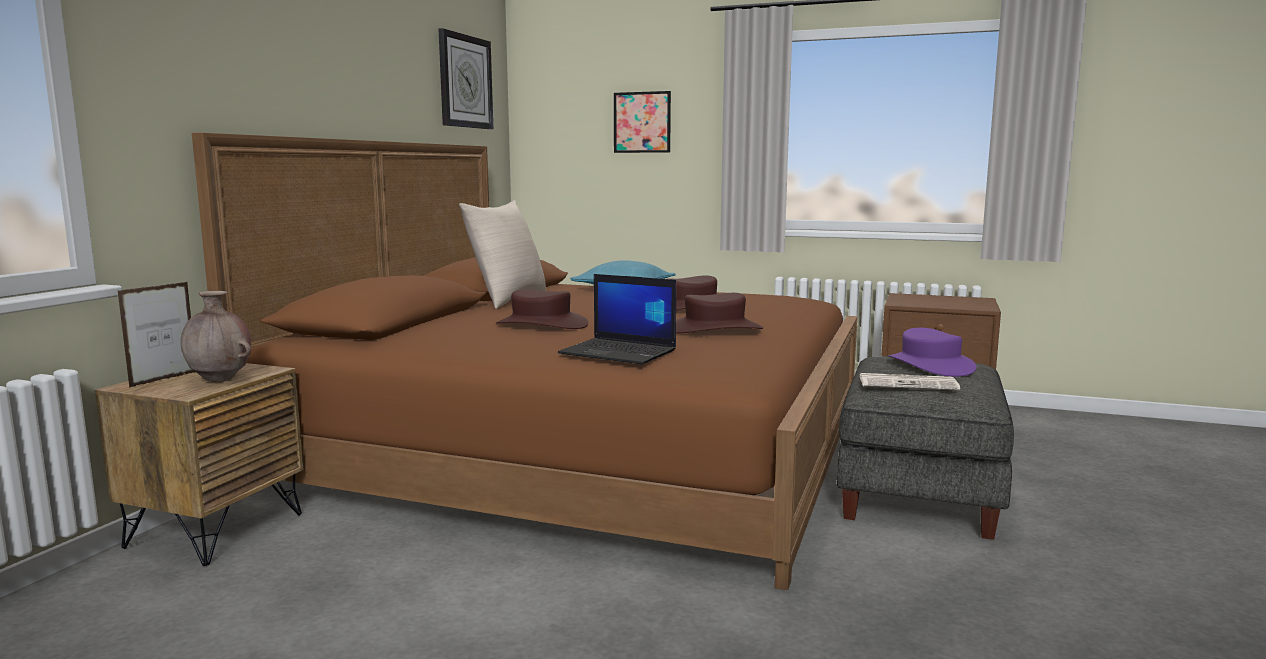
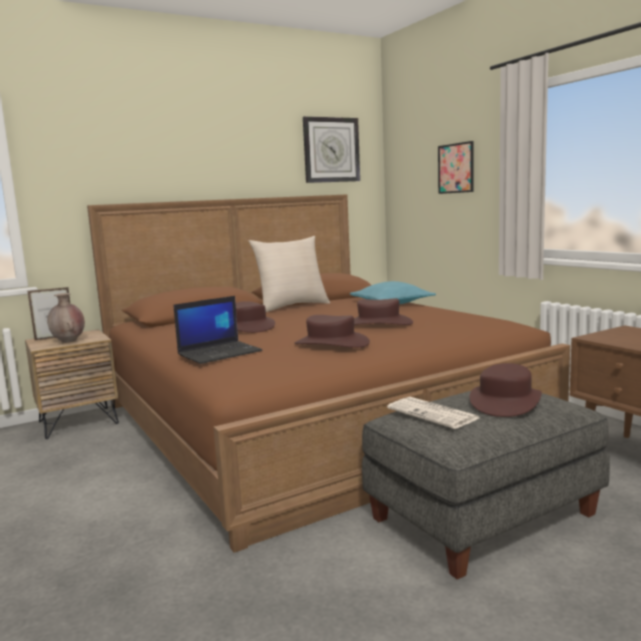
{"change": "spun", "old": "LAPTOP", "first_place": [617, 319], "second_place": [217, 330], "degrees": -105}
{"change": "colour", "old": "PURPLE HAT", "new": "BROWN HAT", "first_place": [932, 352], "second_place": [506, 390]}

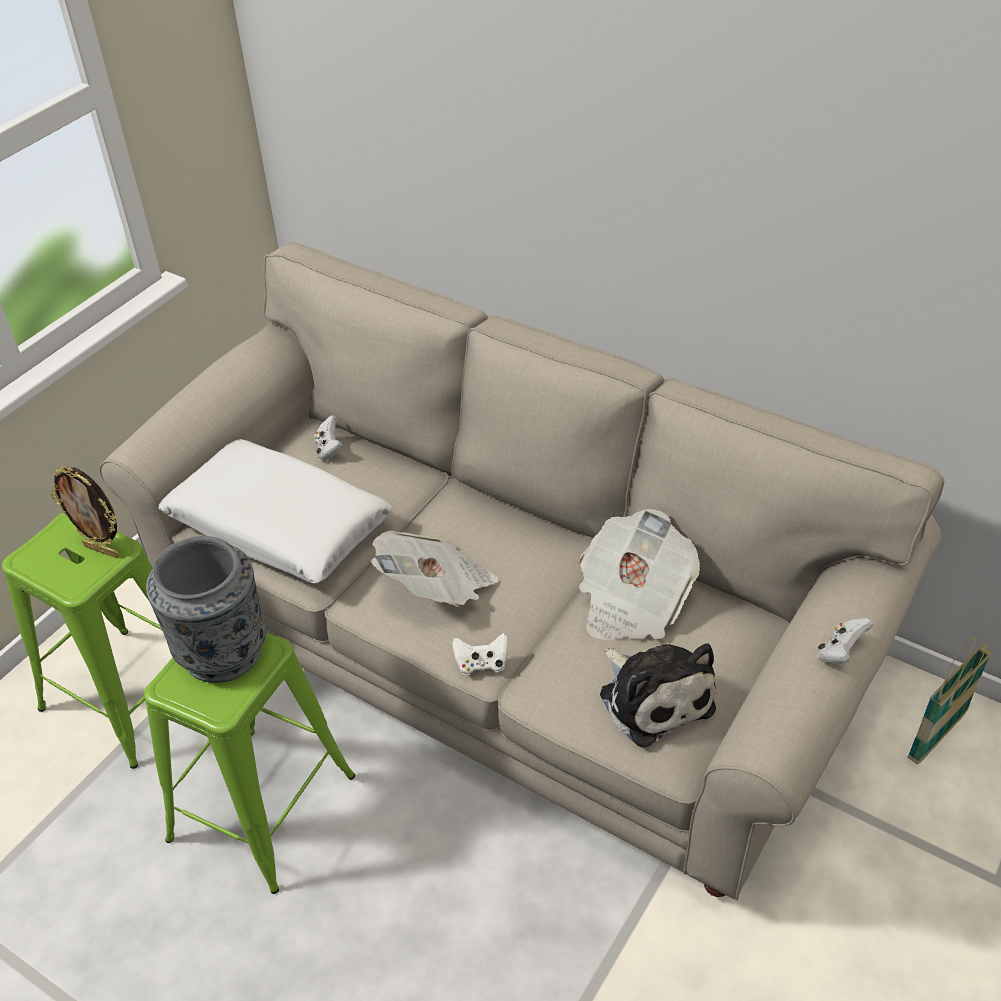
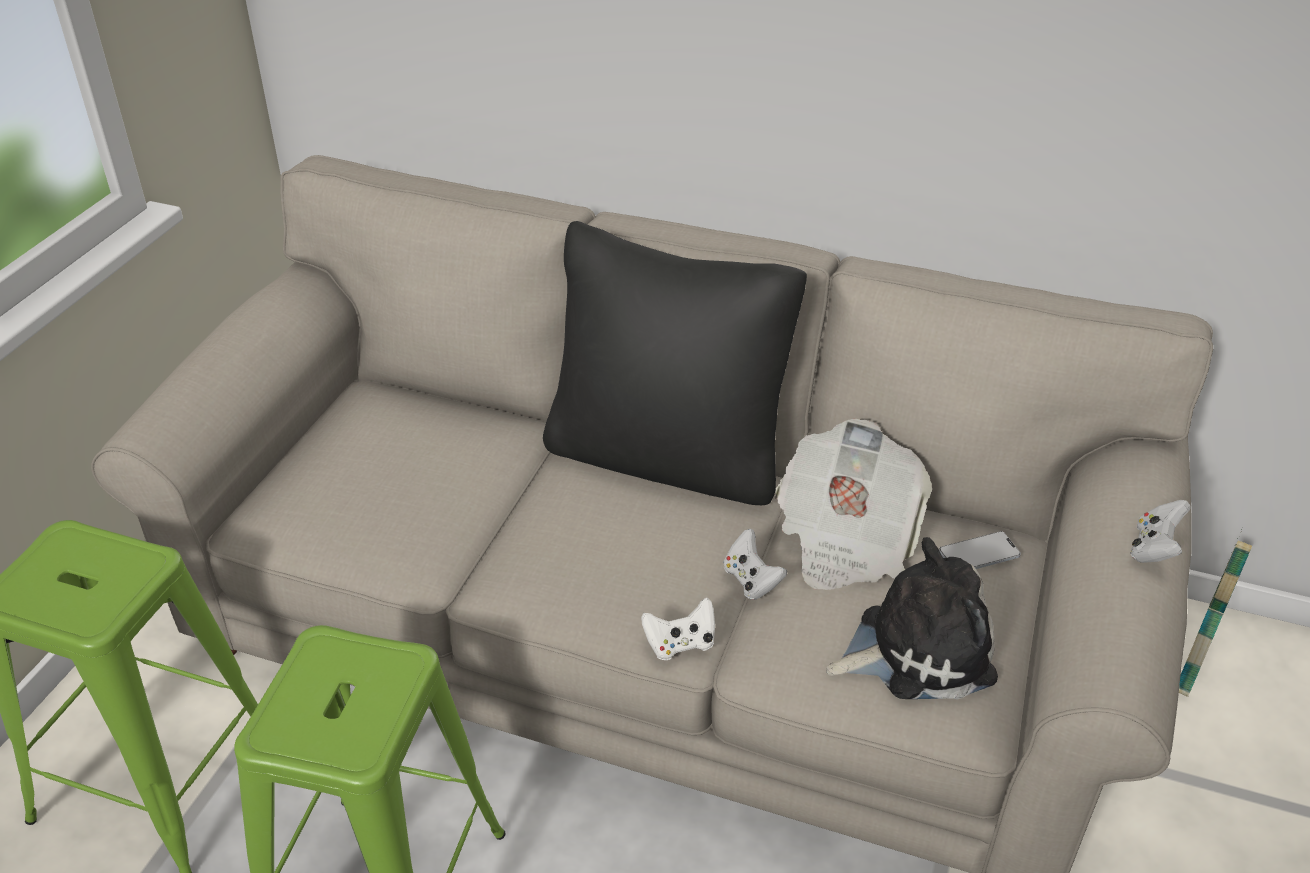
{"change": "relocated", "old": "WHITE GAME CONTROLLER", "first_place": [328, 438], "second_place": [755, 564]}
{"change": "missing", "old": "WHITE PILLOW", "first_place": [276, 511]}
{"change": "missing", "old": "PICTURE FRAME", "first_place": [85, 512]}
{"change": "missing", "old": "NEWSPAPER", "first_place": [435, 568]}
{"change": "missing", "old": "GREY VASE", "first_place": [206, 609]}
{"change": "spun", "old": "PLUSH TOY", "first_place": [658, 695], "second_place": [912, 618], "degrees": -60}
{"change": "appeared", "new": "BLACK PILLOW", "second_place": [675, 363]}
{"change": "appeared", "new": "PHONE", "second_place": [980, 550]}

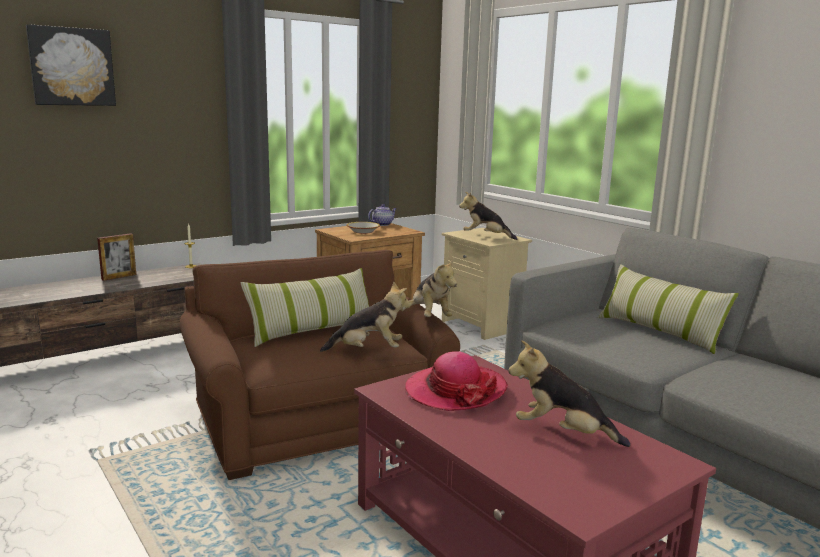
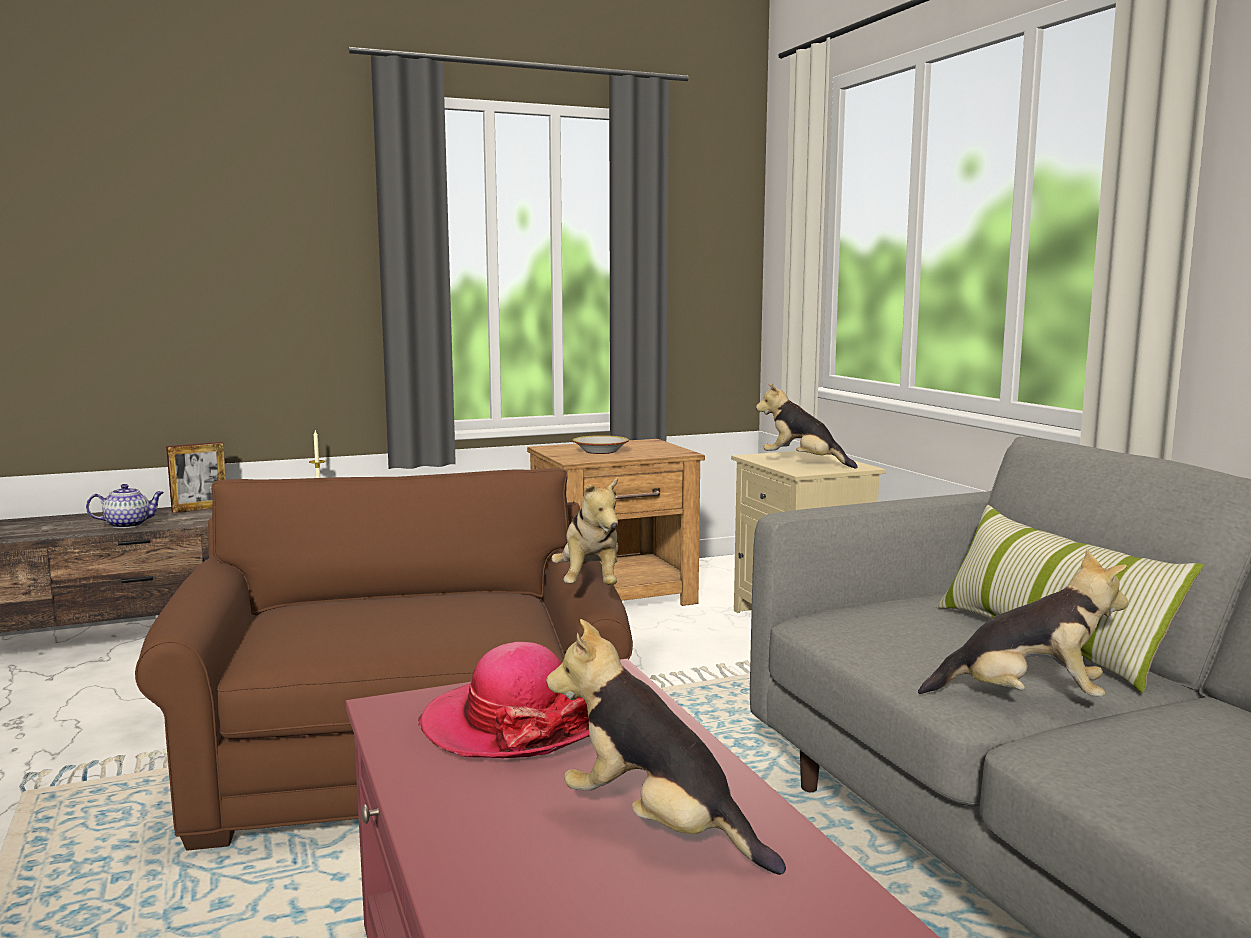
{"change": "missing", "old": "PICTURE", "first_place": [71, 65]}
{"change": "relocated", "old": "TEAPOT", "first_place": [382, 215], "second_place": [125, 506]}
{"change": "missing", "old": "PILLOW", "first_place": [305, 307]}
{"change": "relocated", "old": "PLUSH TOY", "first_place": [365, 316], "second_place": [1023, 623]}

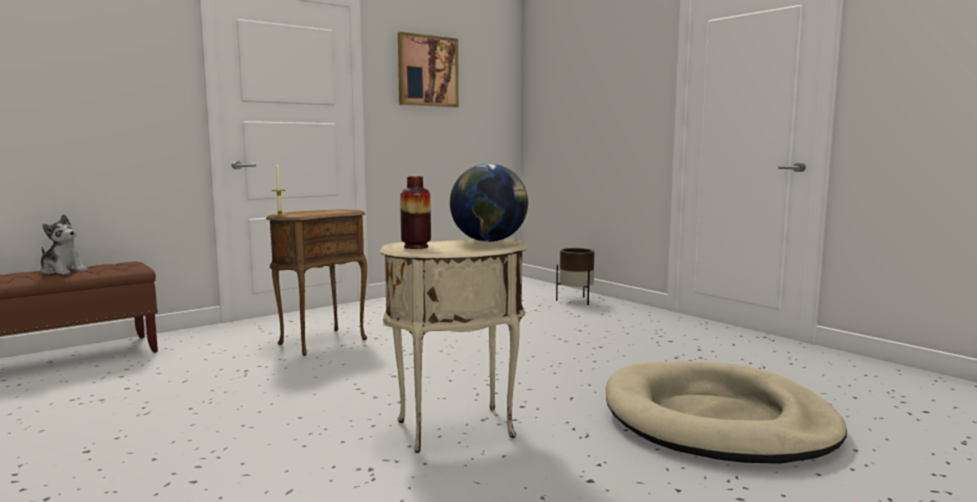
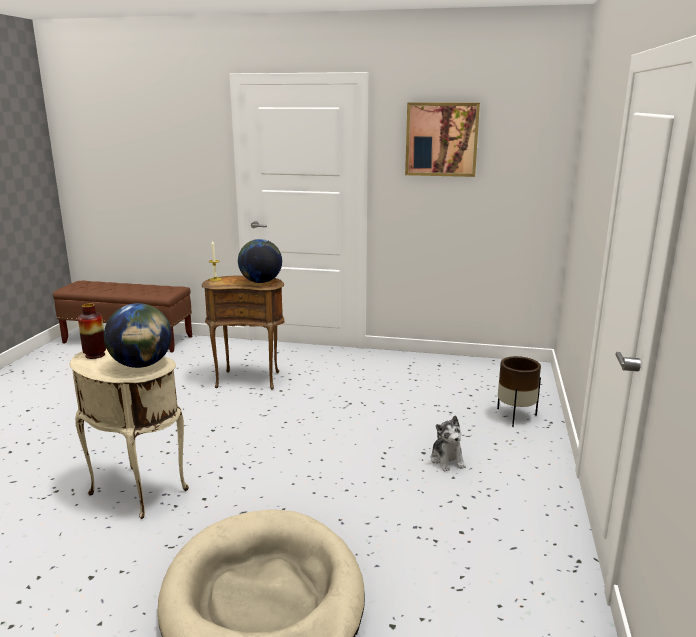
{"change": "relocated", "old": "PLUSH TOY", "first_place": [64, 244], "second_place": [448, 444]}
{"change": "appeared", "new": "GLOBE", "second_place": [260, 261]}

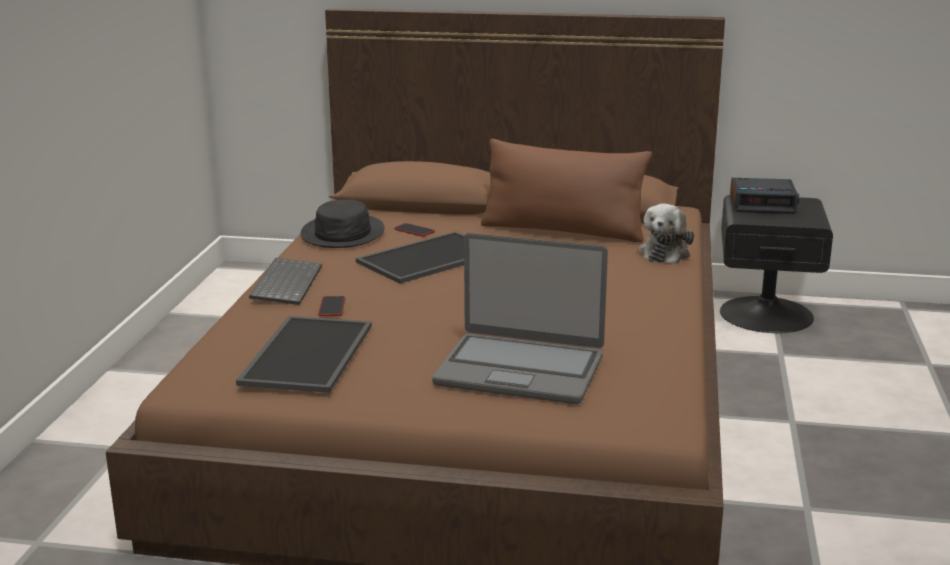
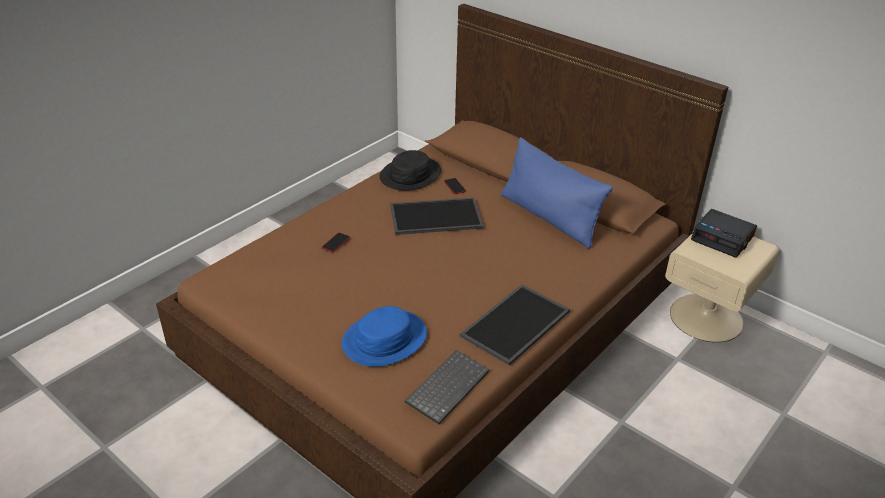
{"change": "colour", "old": "BROWN PILLOW", "new": "BLUE PILLOW", "first_place": [566, 190], "second_place": [557, 193]}
{"change": "colour", "old": "BLACK NIGHTSTAND", "new": "BEIGE NIGHTSTAND", "first_place": [776, 263], "second_place": [722, 287]}
{"change": "missing", "old": "PLUSH TOY", "first_place": [666, 234]}
{"change": "exchanged", "old": "LAPTOP", "new": "BLUE HAT", "first_place": [520, 318], "second_place": [384, 336]}
{"change": "relocated", "old": "KEYBOARD", "first_place": [285, 281], "second_place": [447, 387]}
{"change": "relocated", "old": "TRAY", "first_place": [304, 354], "second_place": [515, 325]}

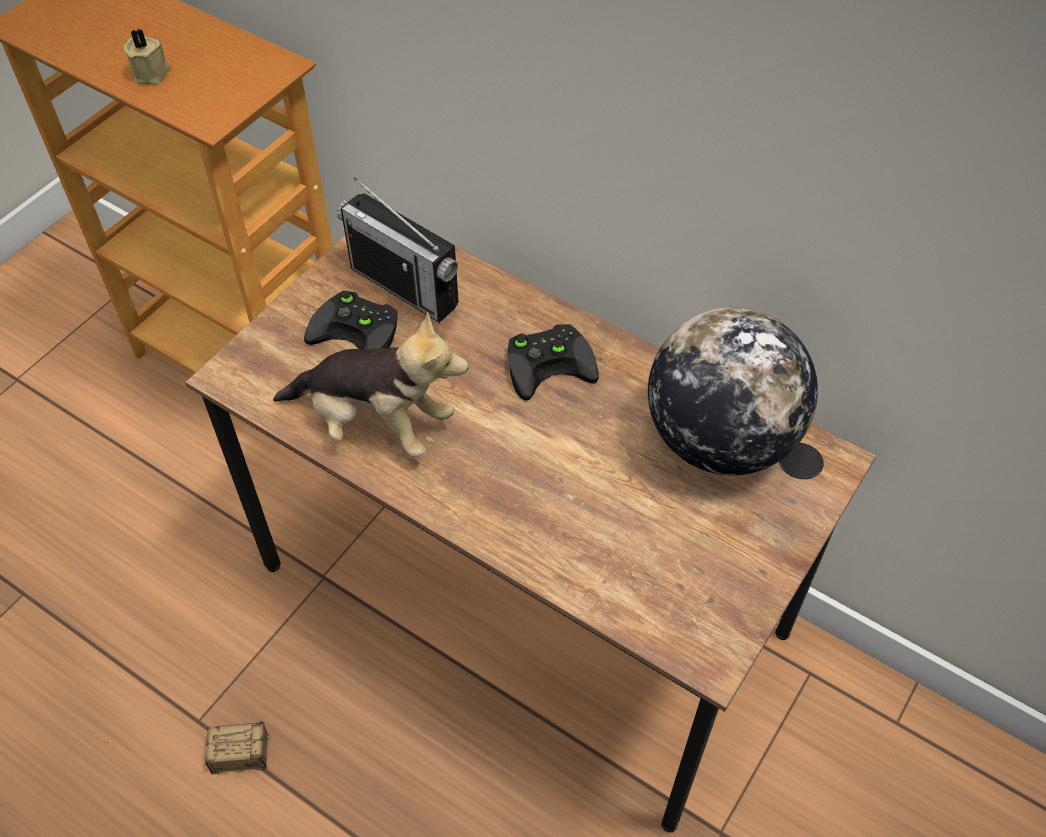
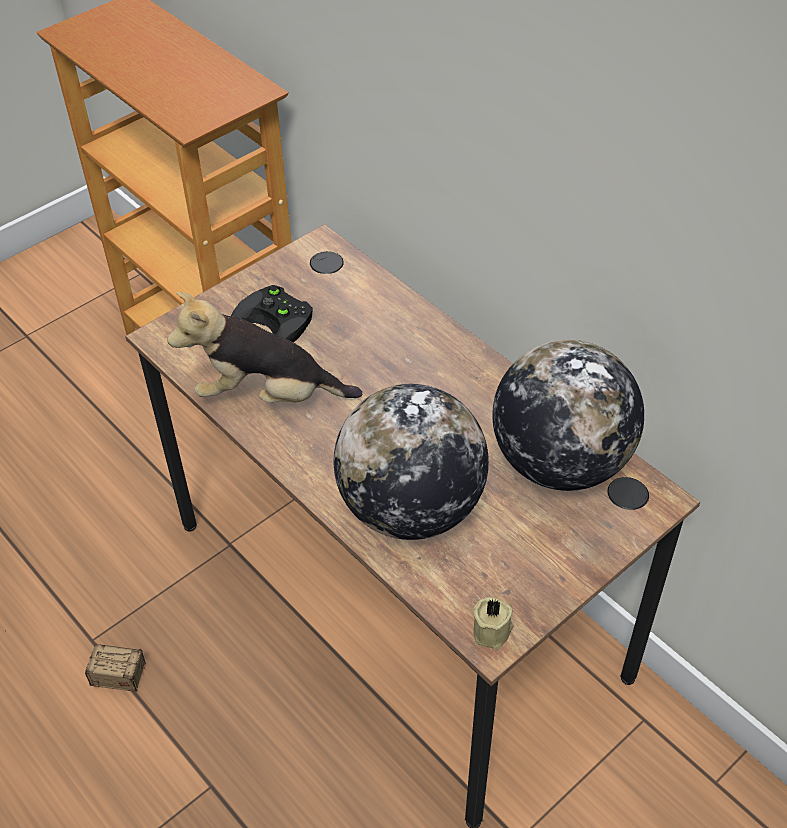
{"change": "relocated", "old": "BEIGE CANDLE", "first_place": [147, 56], "second_place": [493, 623]}
{"change": "missing", "old": "RADIO", "first_place": [398, 250]}
{"change": "spun", "old": "PLUSH TOY", "first_place": [370, 384], "second_place": [264, 347], "degrees": 150}
{"change": "missing", "old": "BLACK GAME CONTROLLER", "first_place": [553, 362]}
{"change": "appeared", "new": "GLOBE", "second_place": [411, 462]}

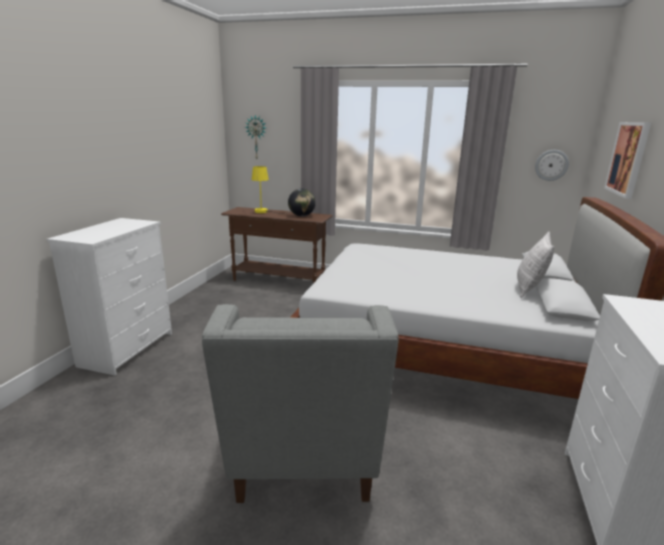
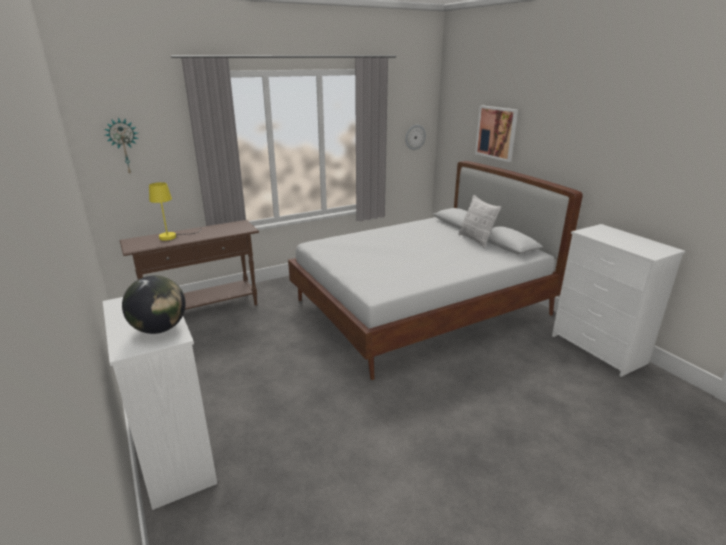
{"change": "relocated", "old": "GLOBE", "first_place": [302, 202], "second_place": [154, 305]}
{"change": "missing", "old": "GREY ARMCHAIR", "first_place": [300, 403]}

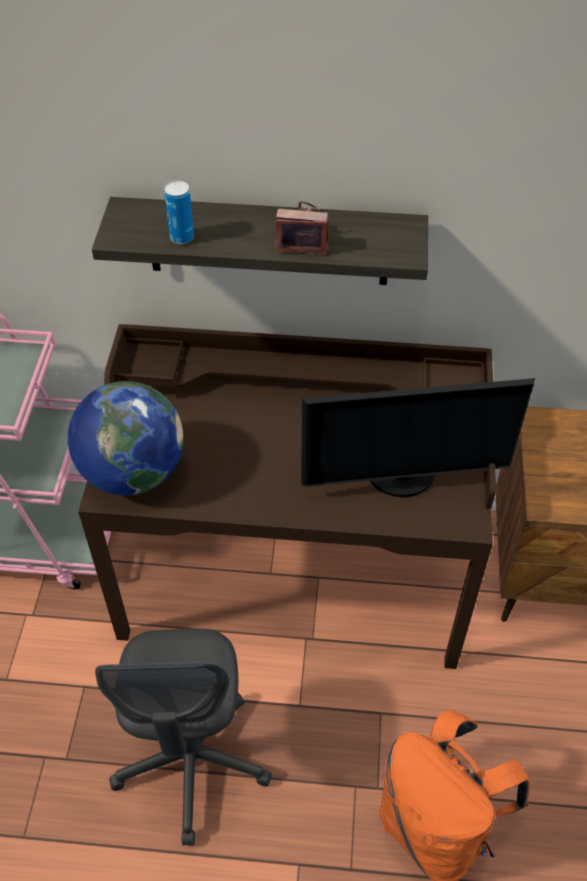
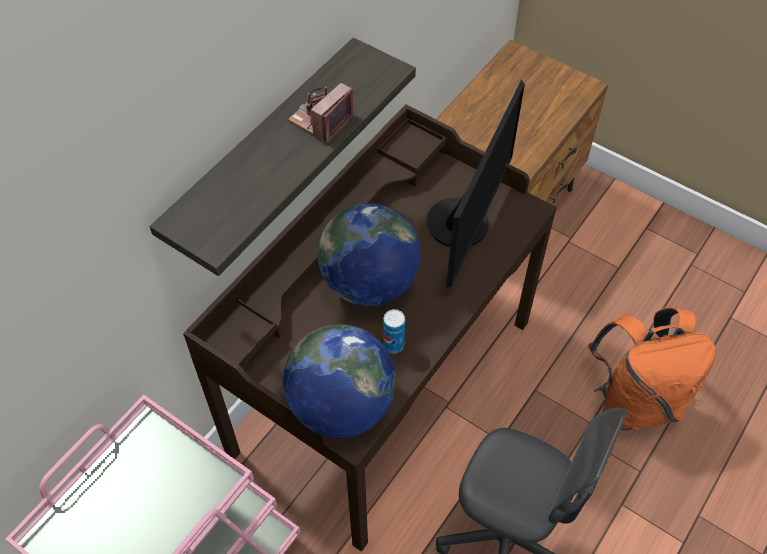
{"change": "relocated", "old": "CAN", "first_place": [179, 212], "second_place": [394, 331]}
{"change": "appeared", "new": "GLOBE", "second_place": [369, 254]}

